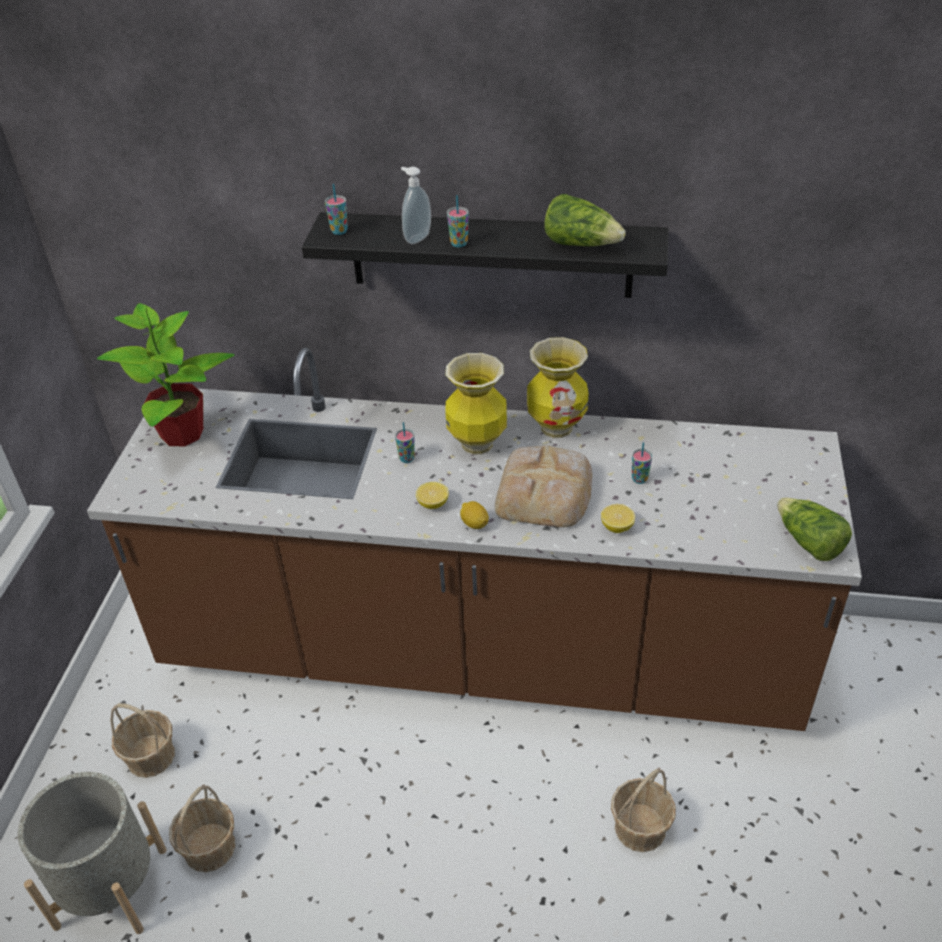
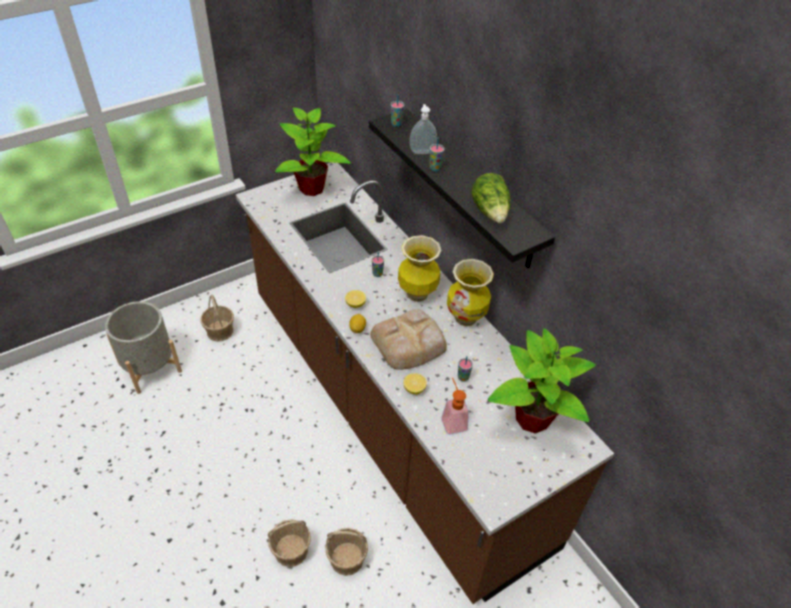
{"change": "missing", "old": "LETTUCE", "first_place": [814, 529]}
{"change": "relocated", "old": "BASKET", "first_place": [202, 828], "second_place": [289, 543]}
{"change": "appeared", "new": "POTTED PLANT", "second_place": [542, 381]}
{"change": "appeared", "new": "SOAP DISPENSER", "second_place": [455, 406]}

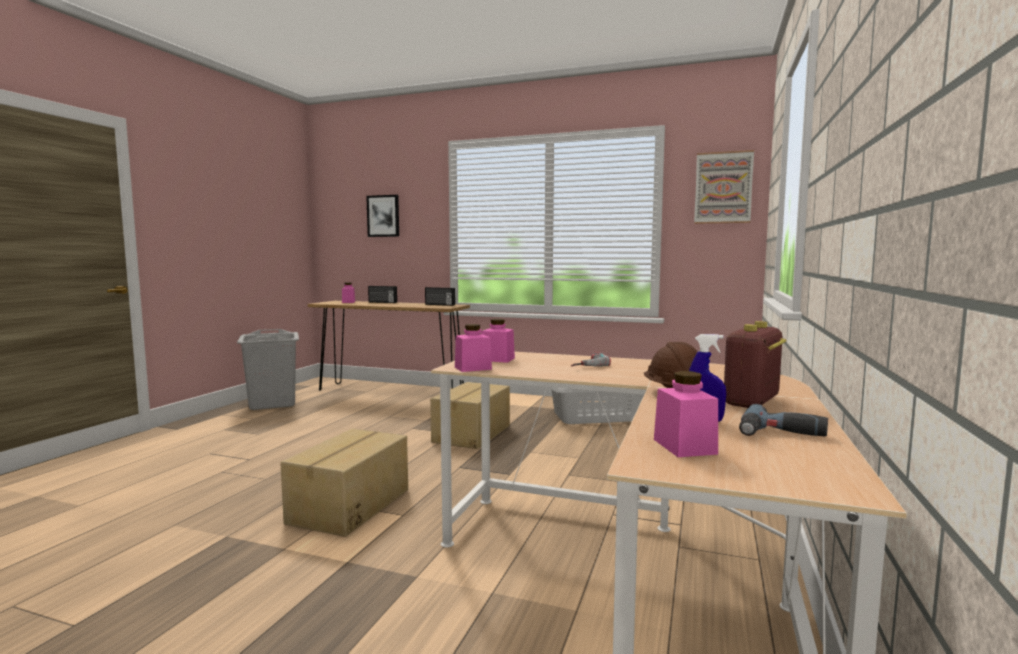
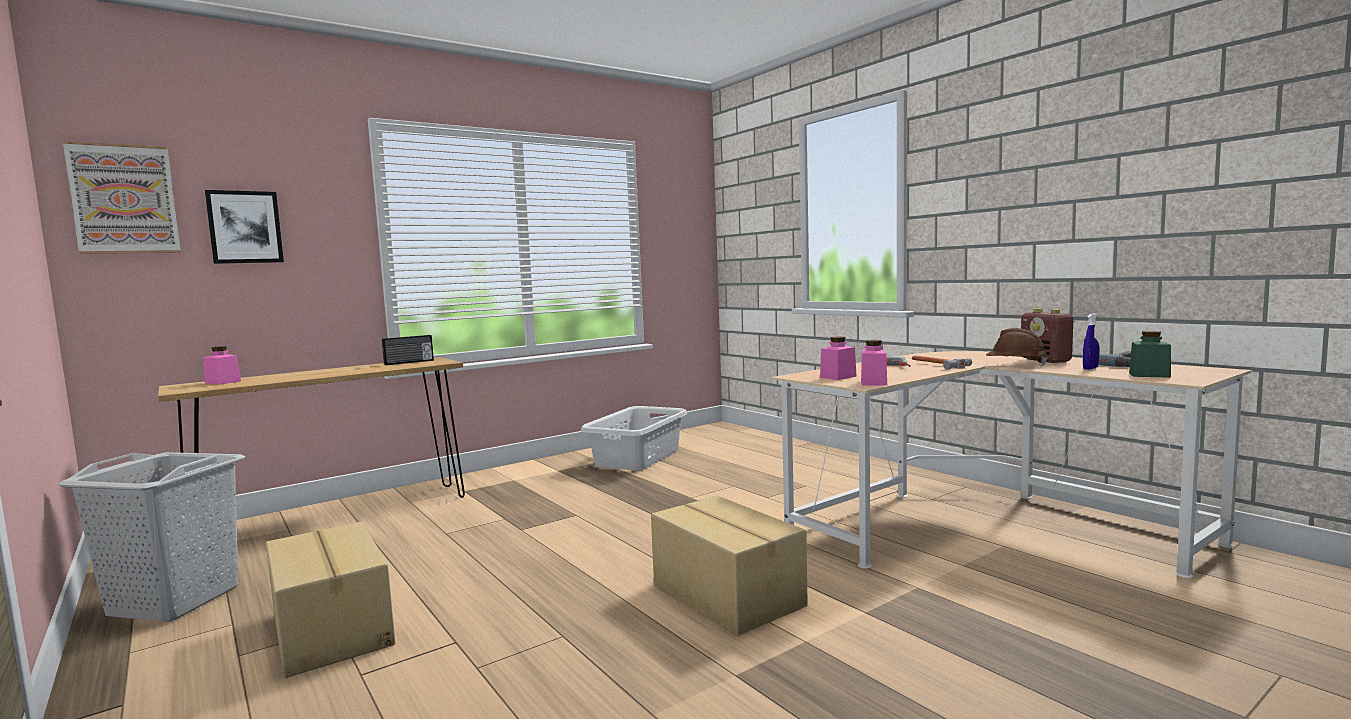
{"change": "relocated", "old": "PICTURE", "first_place": [724, 187], "second_place": [122, 197]}
{"change": "missing", "old": "RADIO", "first_place": [382, 294]}
{"change": "colour", "old": "PINK JAR", "new": "GREEN JAR", "first_place": [686, 414], "second_place": [1150, 354]}
{"change": "relocated", "old": "CARDBOARD BOX", "first_place": [470, 415], "second_place": [330, 600]}
{"change": "appeared", "new": "HAMMER", "second_place": [942, 363]}

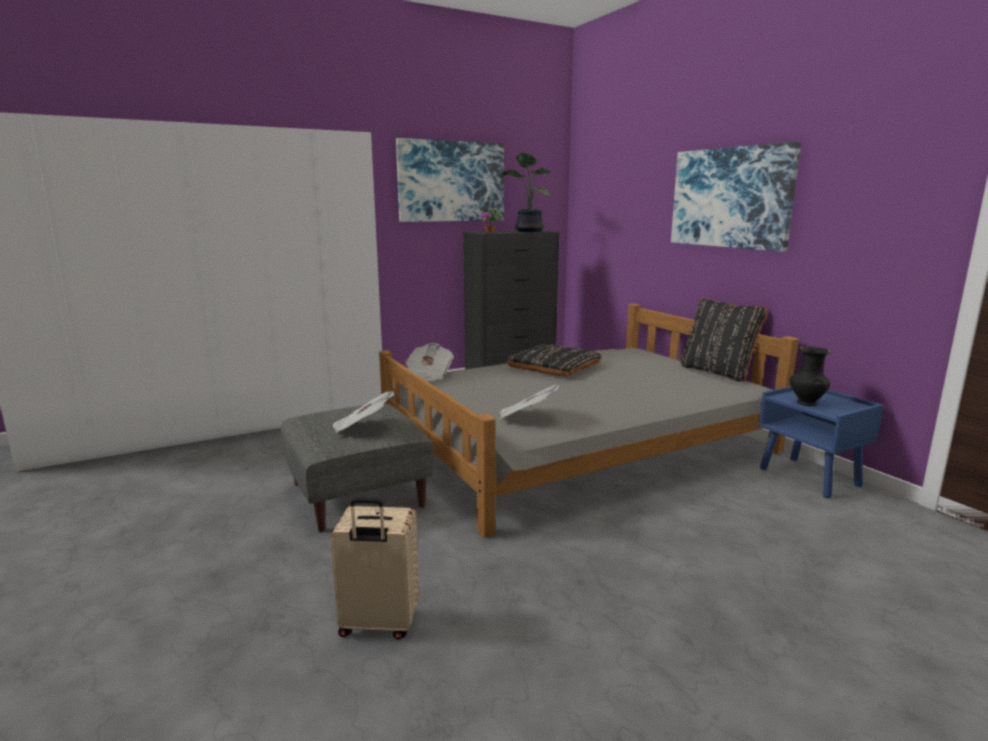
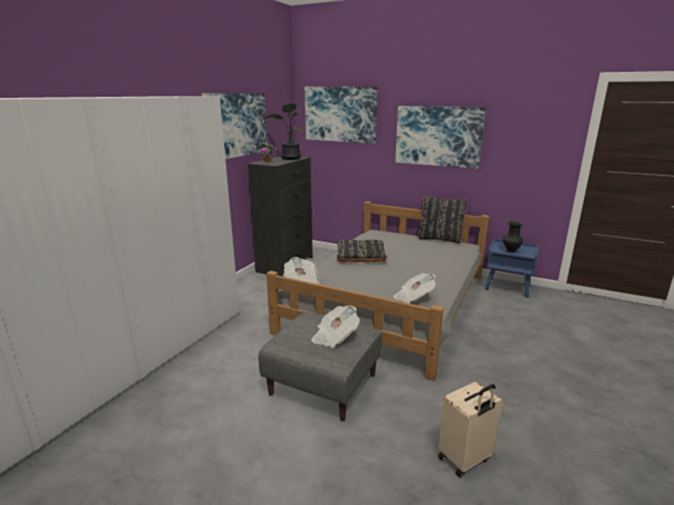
{"change": "appeared", "new": "PICTURE", "second_place": [341, 114]}

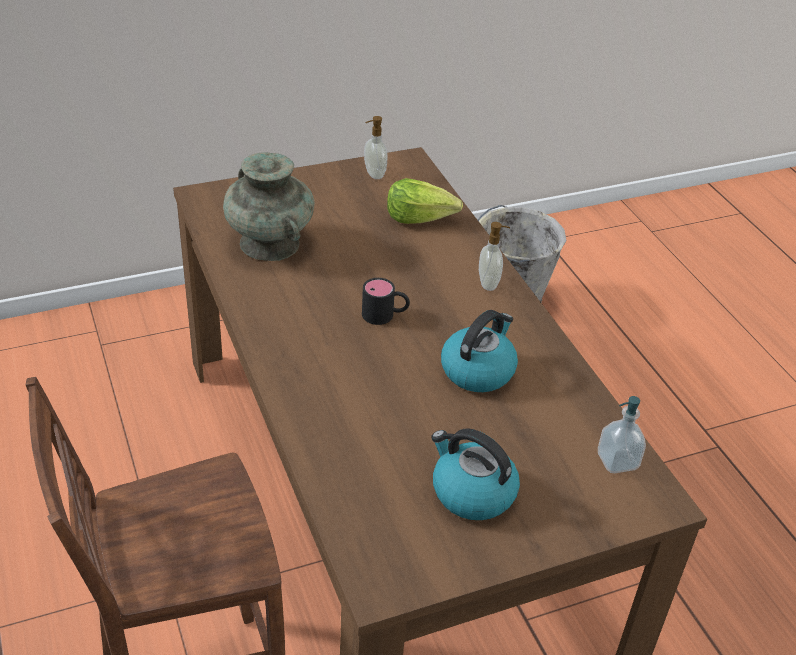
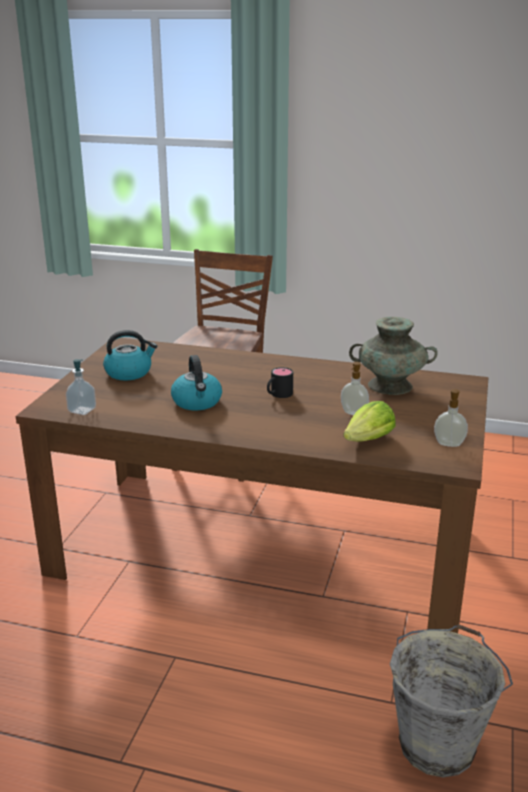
{"change": "relocated", "old": "SOAP DISPENSER", "first_place": [494, 256], "second_place": [355, 388]}

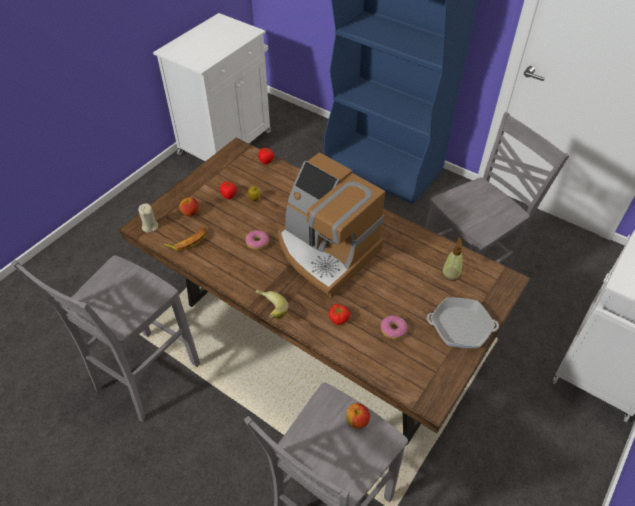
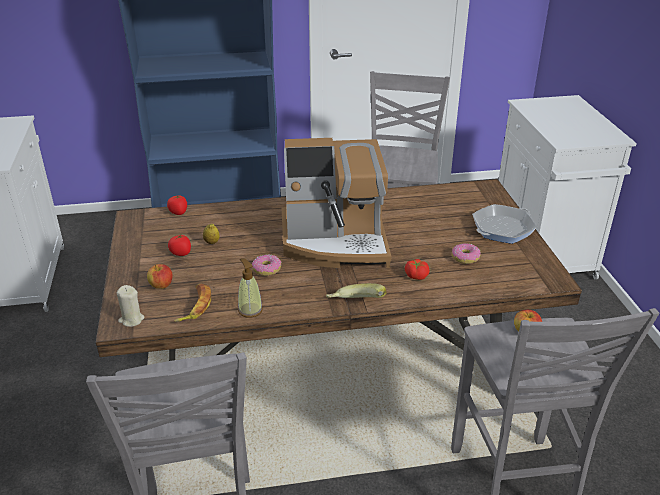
{"change": "relocated", "old": "SOAP DISPENSER", "first_place": [452, 259], "second_place": [250, 288]}

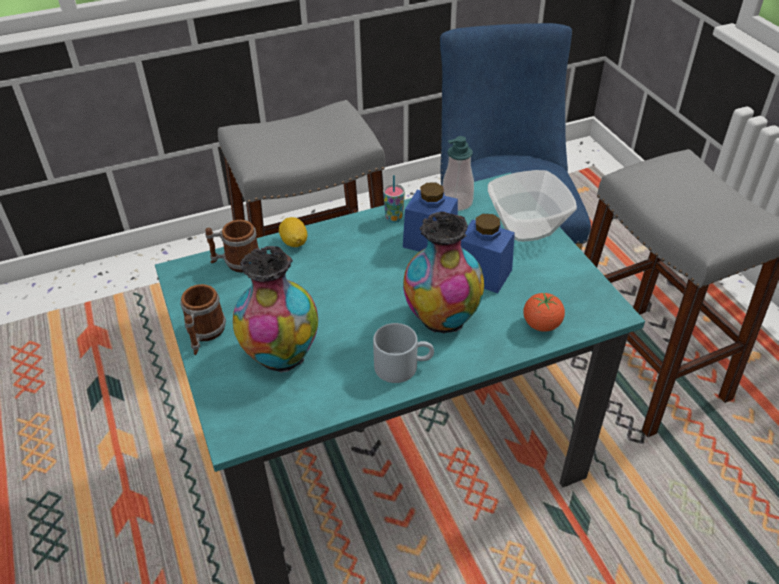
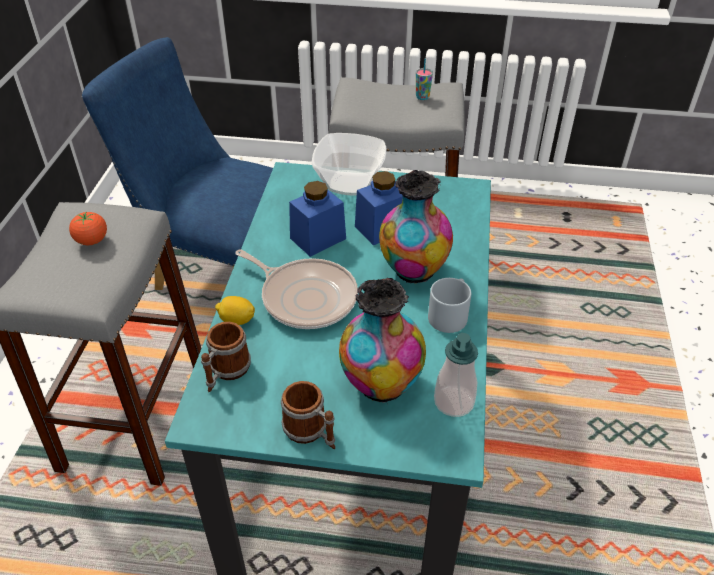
{"change": "relocated", "old": "SOAP DISPENSER", "first_place": [458, 173], "second_place": [456, 375]}
{"change": "relocated", "old": "CUP", "first_place": [394, 199], "second_place": [424, 79]}
{"change": "relocated", "old": "TOMATO", "first_place": [544, 312], "second_place": [88, 228]}
{"change": "appeared", "new": "FRYING PAN", "second_place": [296, 289]}

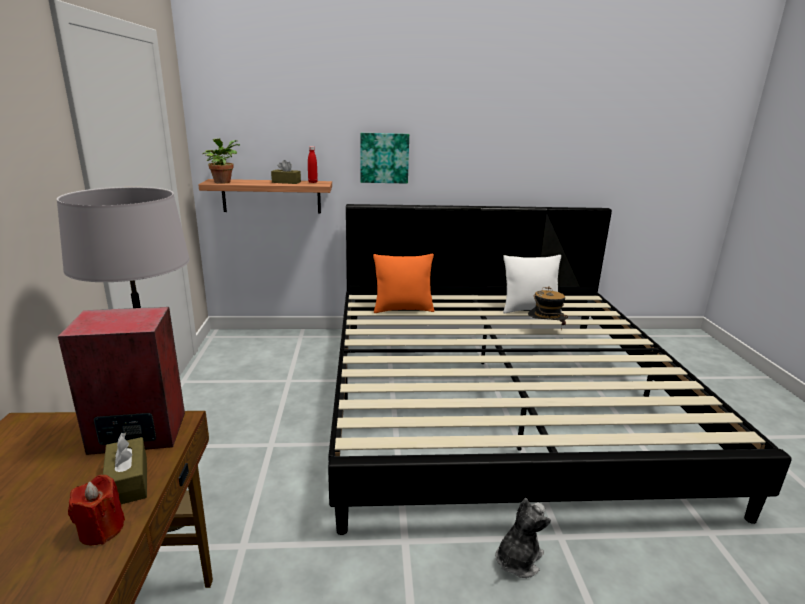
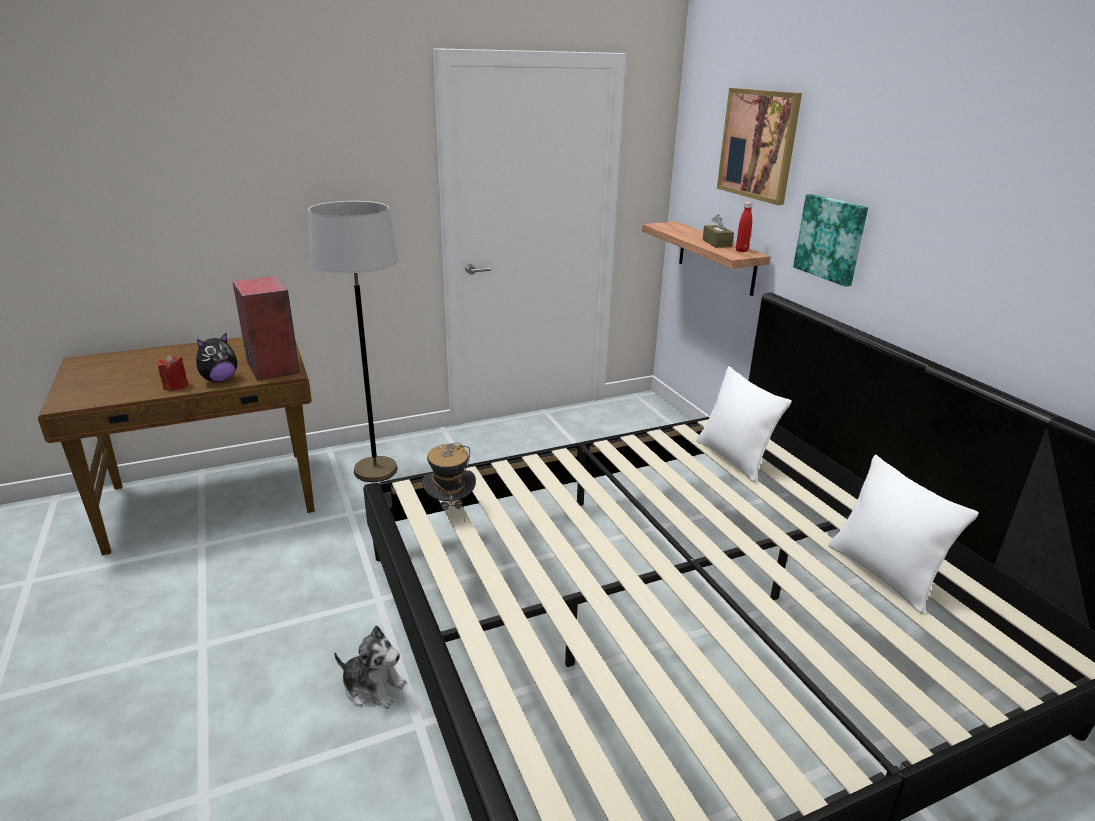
{"change": "missing", "old": "POTTED PLANT", "first_place": [221, 161]}
{"change": "colour", "old": "ORANGE PILLOW", "new": "WHITE PILLOW", "first_place": [404, 283], "second_place": [744, 424]}
{"change": "relocated", "old": "HAT", "first_place": [548, 307], "second_place": [449, 482]}
{"change": "exchanged", "old": "BROWN TISSUE BOX", "new": "PLUSH TOY", "first_place": [125, 468], "second_place": [216, 357]}
{"change": "appeared", "new": "PICTURE", "second_place": [759, 146]}

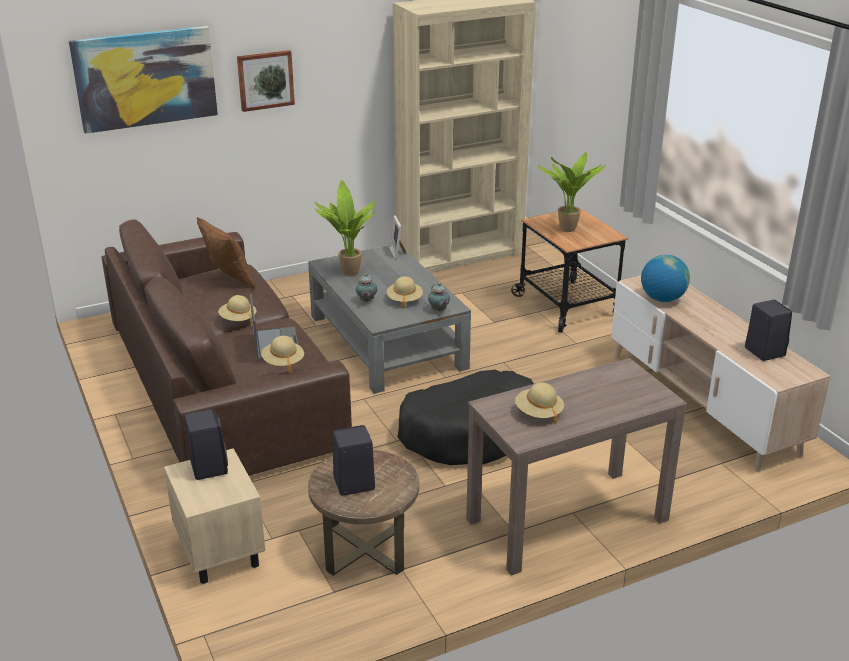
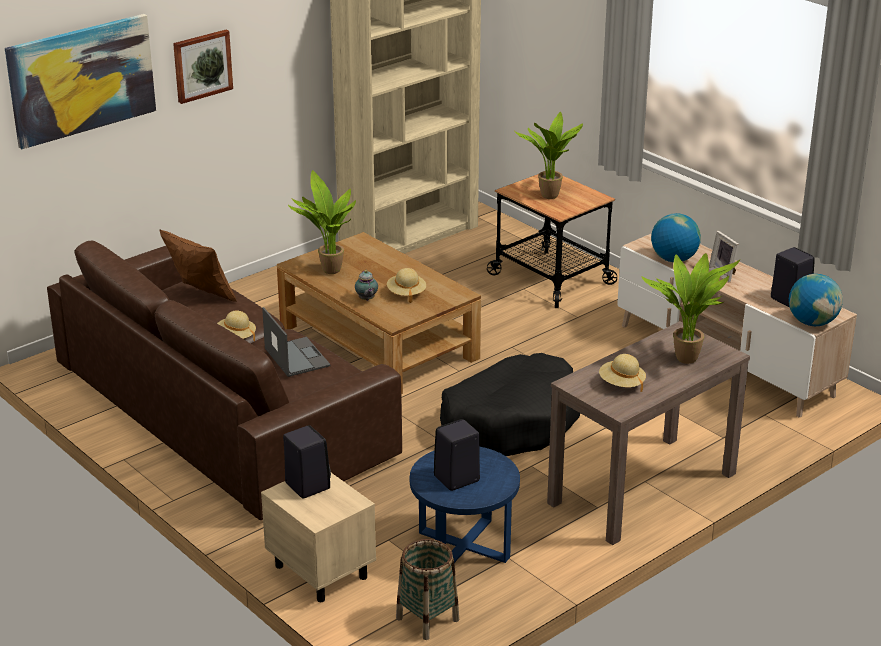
{"change": "relocated", "old": "PICTURE FRAME", "first_place": [397, 237], "second_place": [724, 256]}
{"change": "colour", "old": "GREY COFFEE TABLE", "new": "BROWN COFFEE TABLE", "first_place": [389, 319], "second_place": [379, 313]}
{"change": "missing", "old": "TEAPOT", "first_place": [439, 297]}
{"change": "missing", "old": "BEIGE HAT", "first_place": [282, 354]}
{"change": "colour", "old": "BROWN SIDE TABLE", "new": "BLUE SIDE TABLE", "first_place": [363, 513], "second_place": [465, 505]}
{"change": "appeared", "new": "POTTED PLANT", "second_place": [691, 308]}
{"change": "appeared", "new": "GLOBE", "second_place": [816, 300]}
{"change": "appeared", "new": "BASKET", "second_place": [427, 589]}

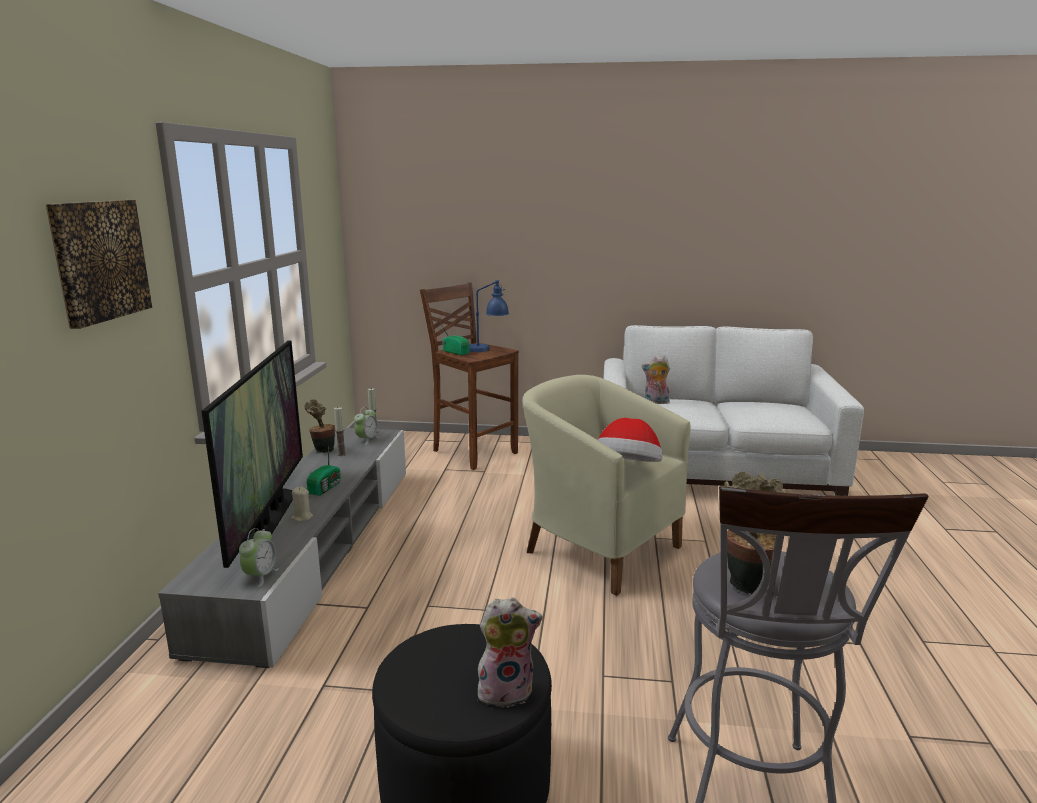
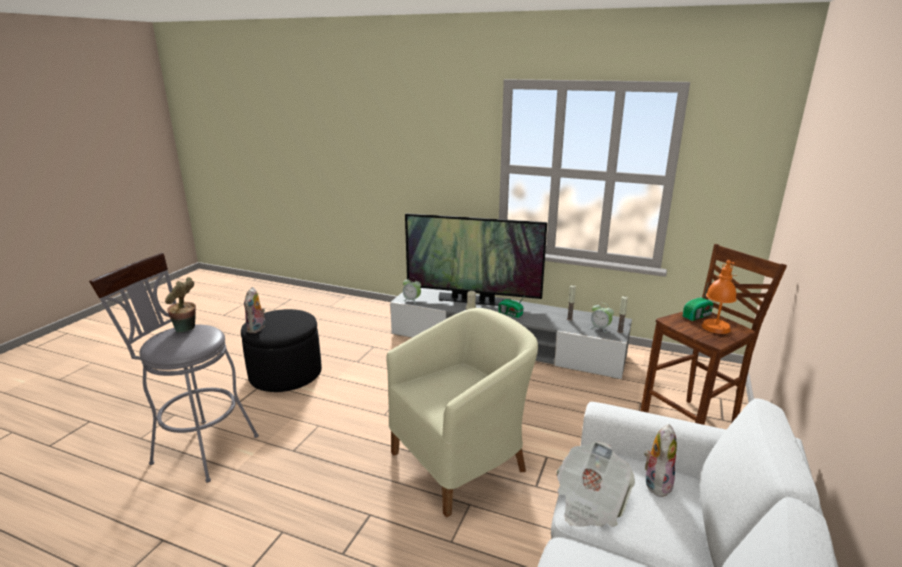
{"change": "missing", "old": "PICTURE", "first_place": [99, 264]}
{"change": "colour", "old": "BLUE TABLE LAMP", "new": "ORANGE TABLE LAMP", "first_place": [489, 316], "second_place": [719, 297]}
{"change": "missing", "old": "POTTED PLANT", "first_place": [319, 426]}
{"change": "missing", "old": "HAT", "first_place": [630, 440]}
{"change": "appeared", "new": "NEWSPAPER", "second_place": [595, 484]}

